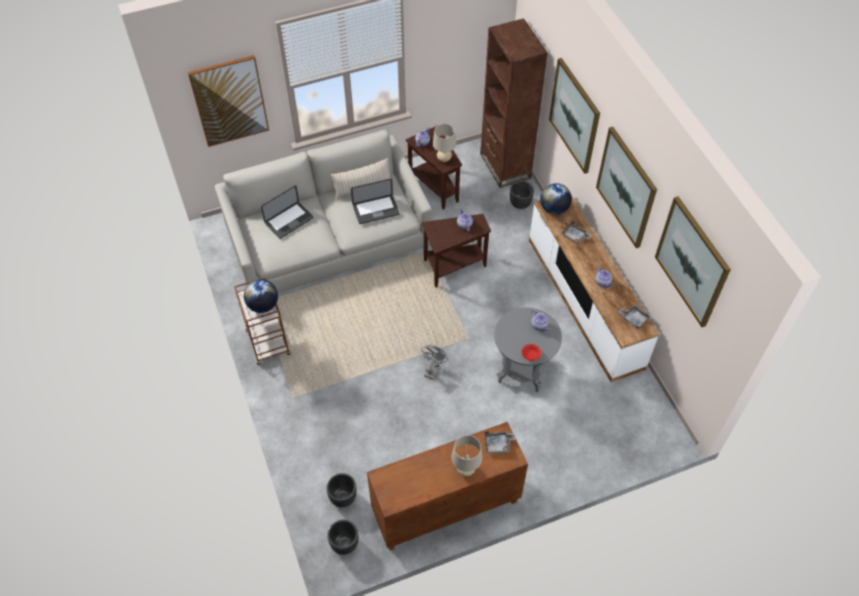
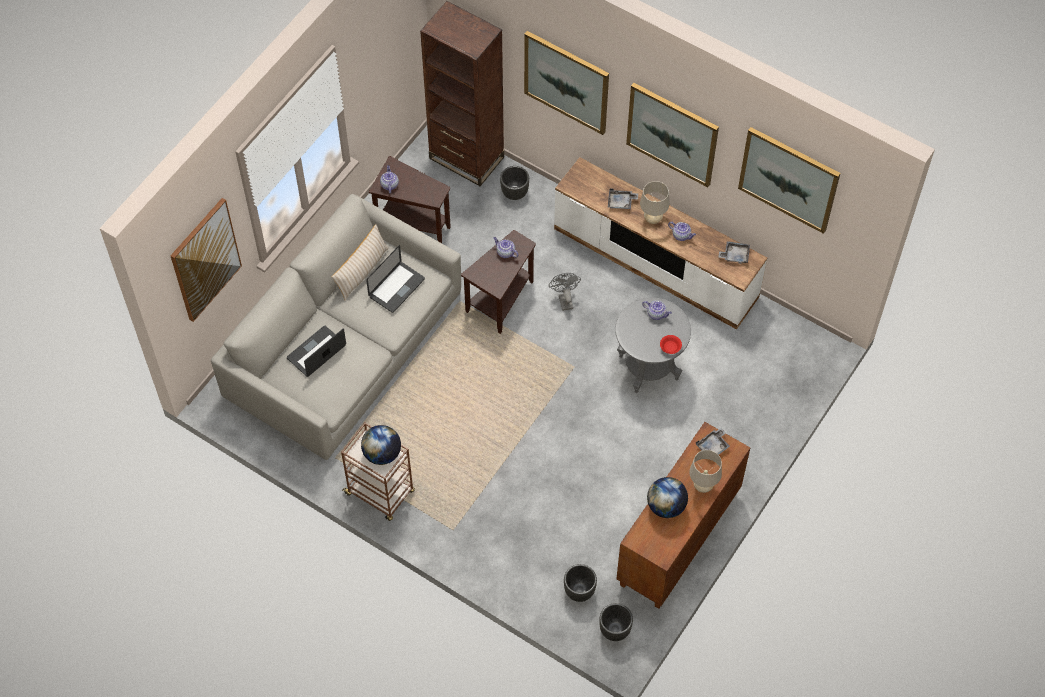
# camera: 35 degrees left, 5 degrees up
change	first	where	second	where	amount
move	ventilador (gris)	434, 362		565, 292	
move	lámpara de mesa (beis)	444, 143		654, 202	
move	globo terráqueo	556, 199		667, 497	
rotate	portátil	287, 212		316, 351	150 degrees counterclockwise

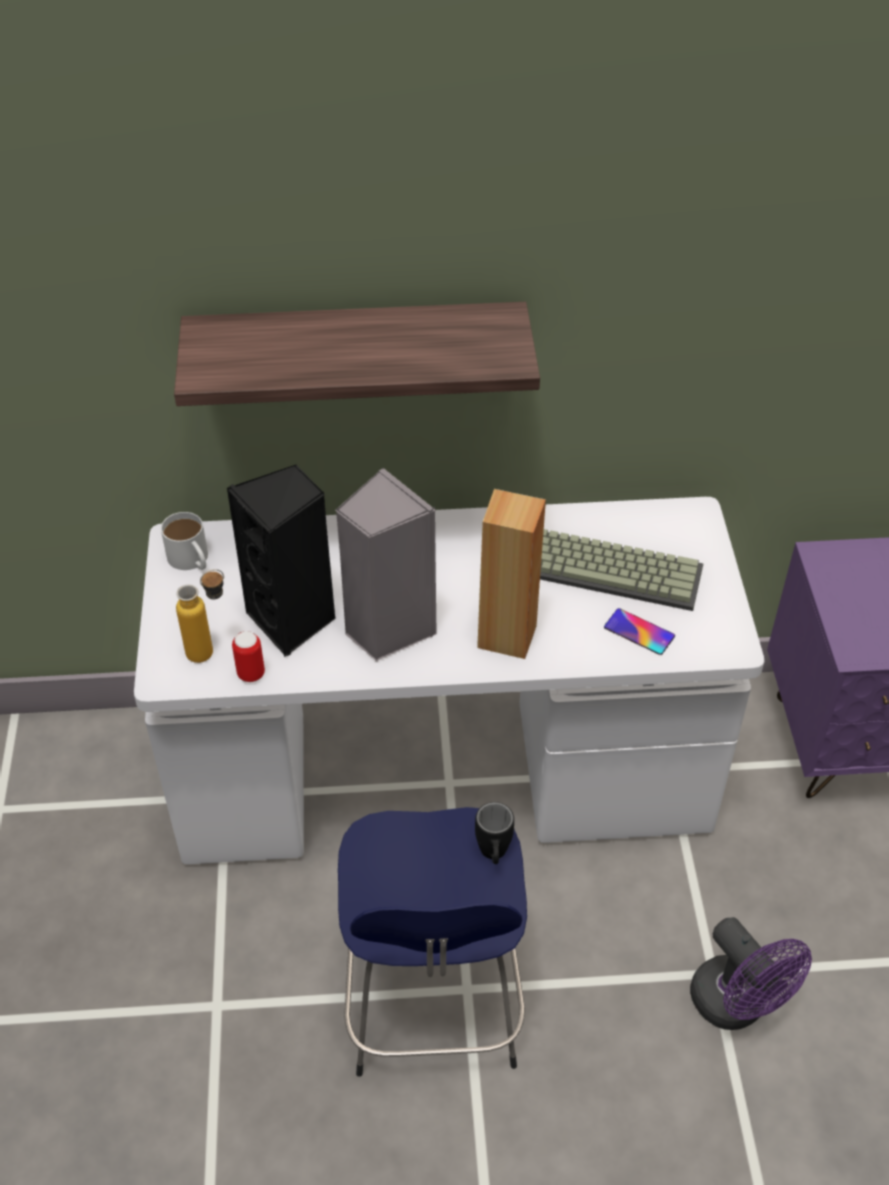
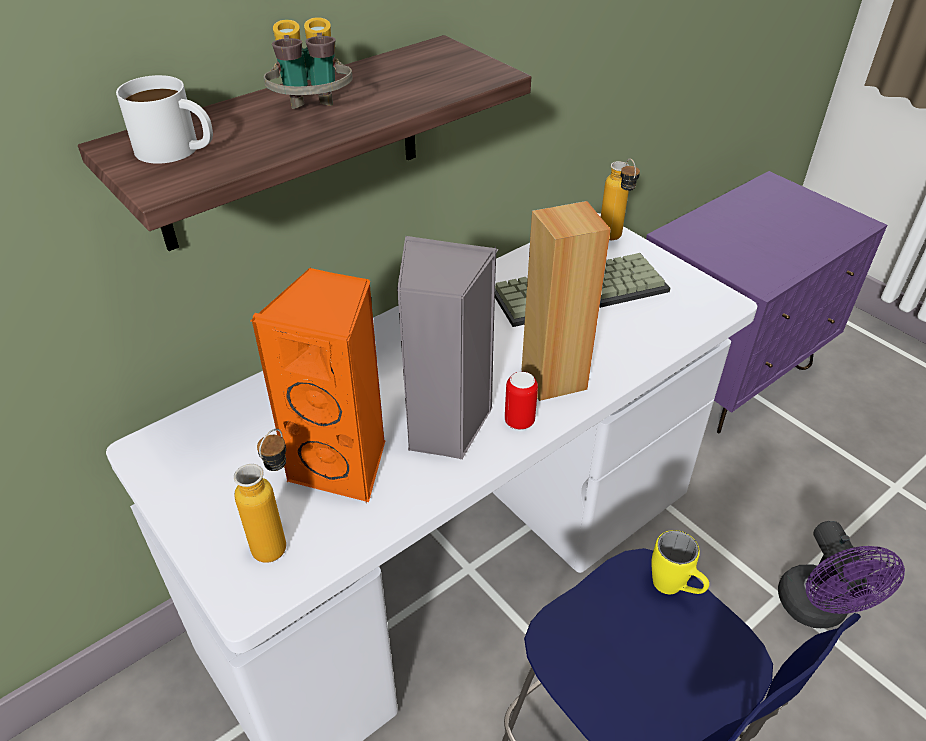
# camera: 35 degrees left, 5 degrees down
change	first	where	second	where	amount
delete	móvil	639, 631			
insert			prismáticos	308, 63	
insert			botella	620, 199	
move	taza grande (blanco)	184, 541		164, 119	
move	lata	248, 656		521, 401	
recolor	altavoz (negro)	281, 560	altavoz (naranja)	318, 384	
recolor	taza grande (negro)	494, 833	taza grande (amarillo)	680, 562	
rotate	ventilador (morado)	751, 973		841, 574	60 degrees clockwise

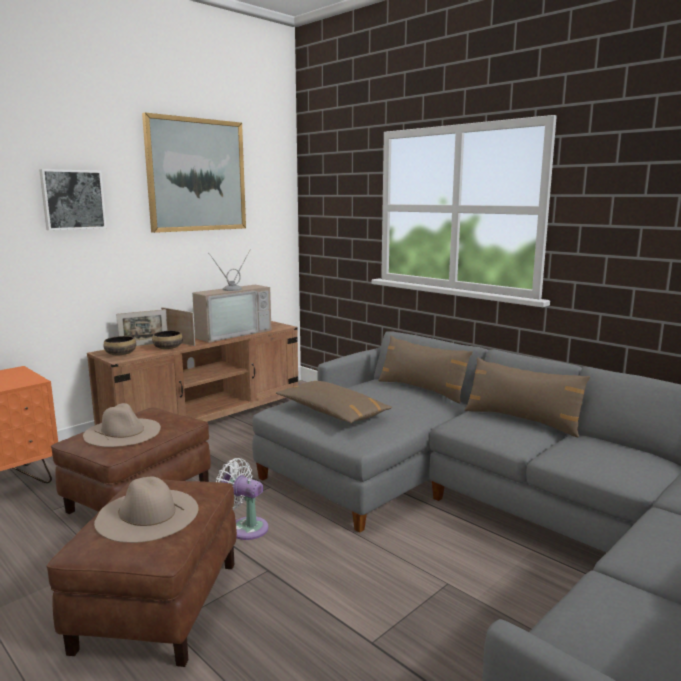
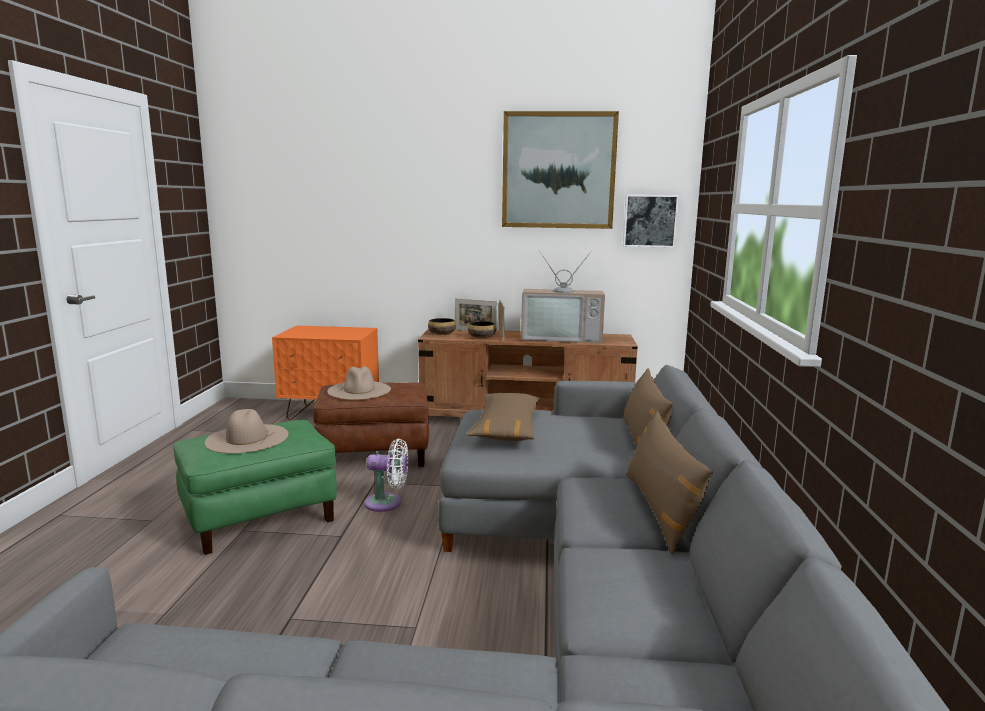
# camera: 50 degrees right, 0 degrees up
change	first	where	second	where	amount
move	cuadro	73, 199		651, 221	
recolor	puf (marrón)	141, 572	puf (verde)	255, 487	
rotate	ventilador (blanco)	242, 499		386, 475	105 degrees clockwise

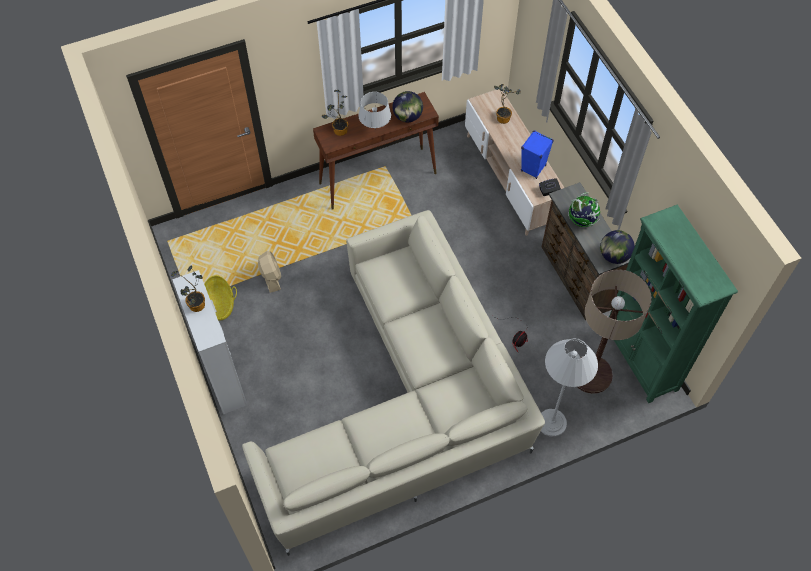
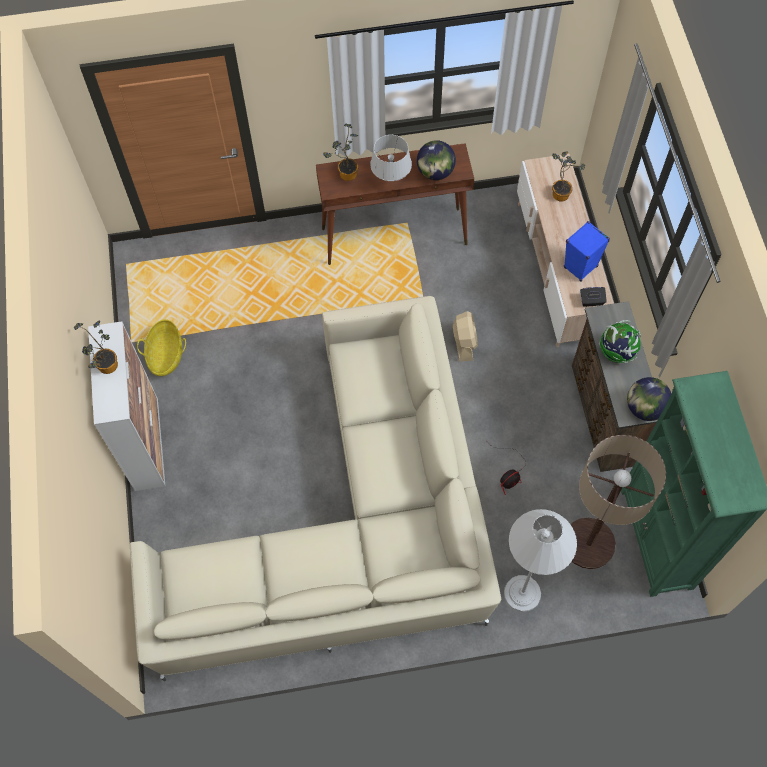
# camera: 15 degrees right, 5 degrees up
change	first	where	second	where	amount
move	ventilador (beis)	269, 272		465, 336	

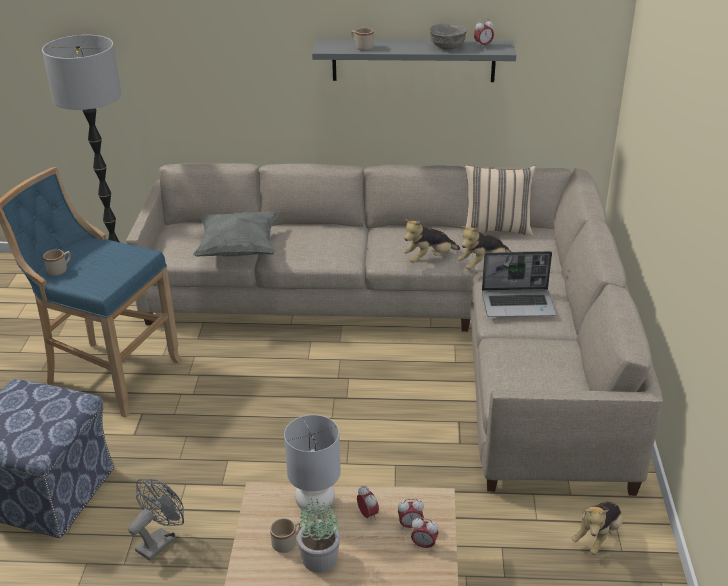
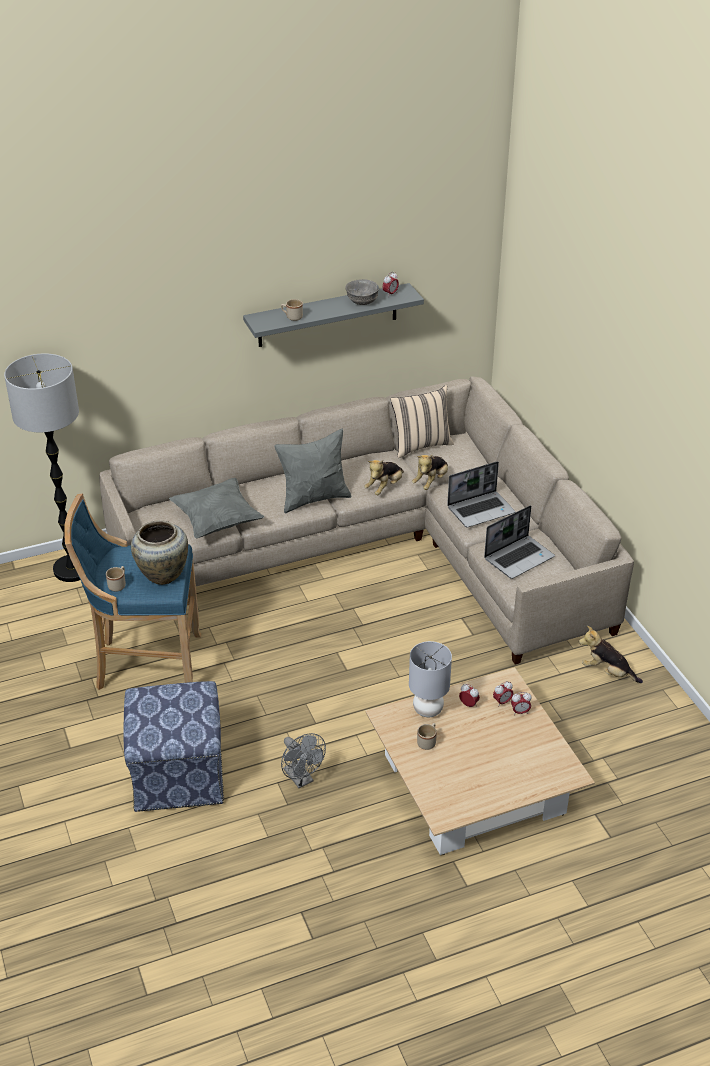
# camera: 25 degrees left, 5 degrees up
change	first	where	second	where	amount
delete	planta en maceta	318, 535			
insert			florero (beis)	159, 552	
insert			cojín (gris)	313, 471	
insert			portátil	519, 542	
rotate	ventilador (gris)	156, 520		303, 760	135 degrees clockwise
rotate	peluche	597, 528		611, 654	105 degrees clockwise

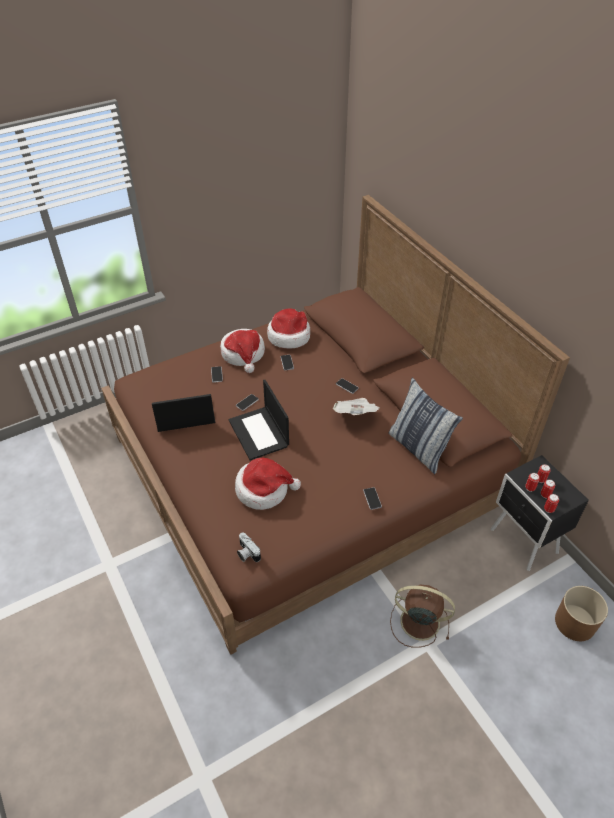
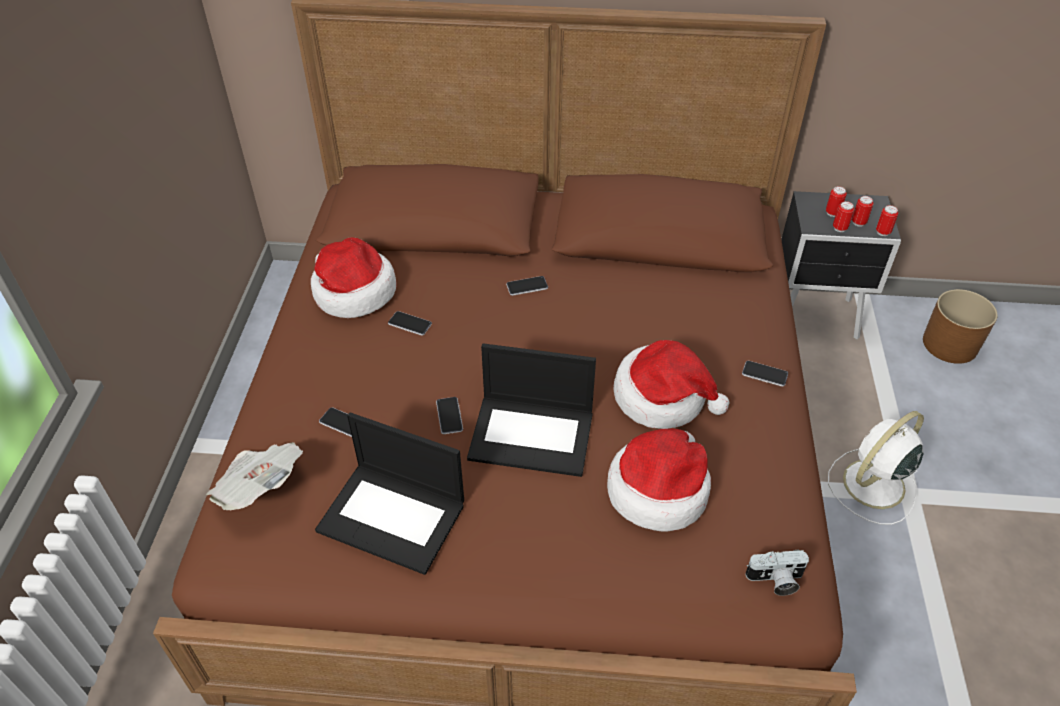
# camera: 55 degrees left, 0 degrees up
change	first	where	second	where	amount
delete	cojín	425, 426			
move	sombrero	242, 351		671, 384	
move	periódico	356, 406		254, 476	
recolor	ventilador (marrón)	422, 616	ventilador (blanco)	876, 468	
rotate	portátil	183, 413		389, 493	90 degrees counterclockwise

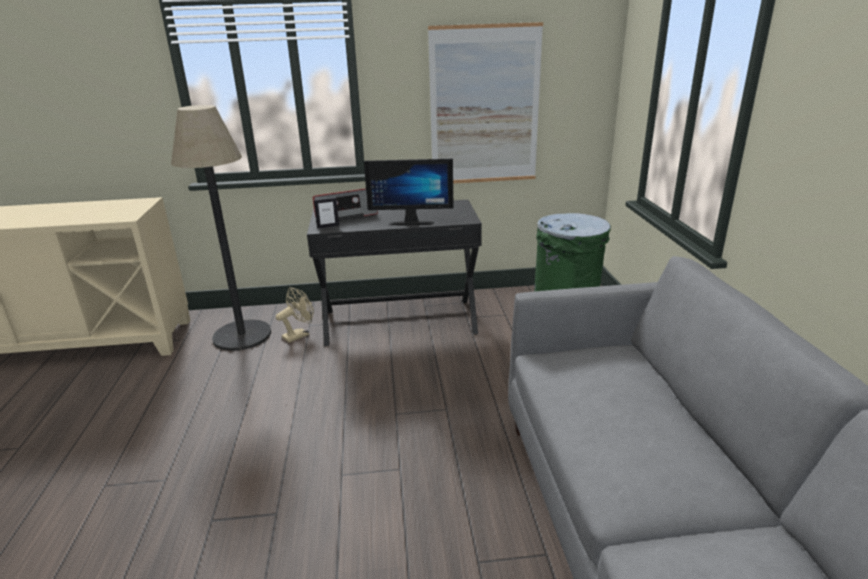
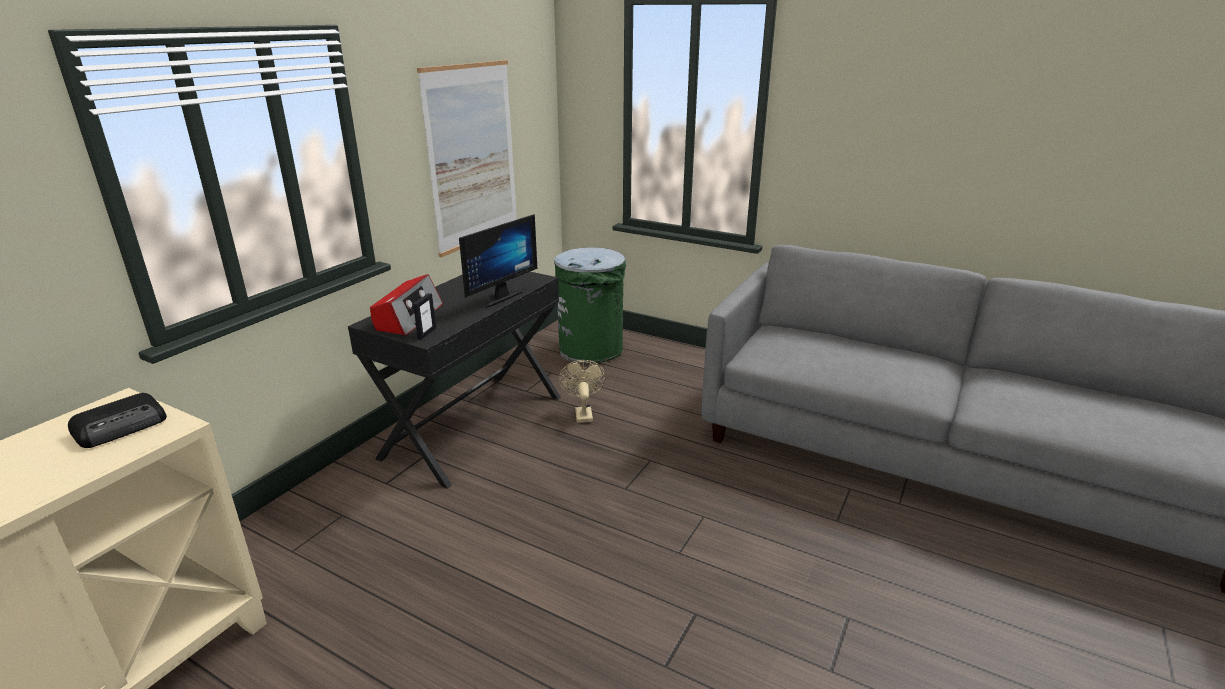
# camera: 55 degrees left, 0 degrees up
change	first	where	second	where	amount
delete	lámpara de pie	221, 228			
insert			radio	117, 420	
move	ventilador (beis)	295, 315		582, 391	

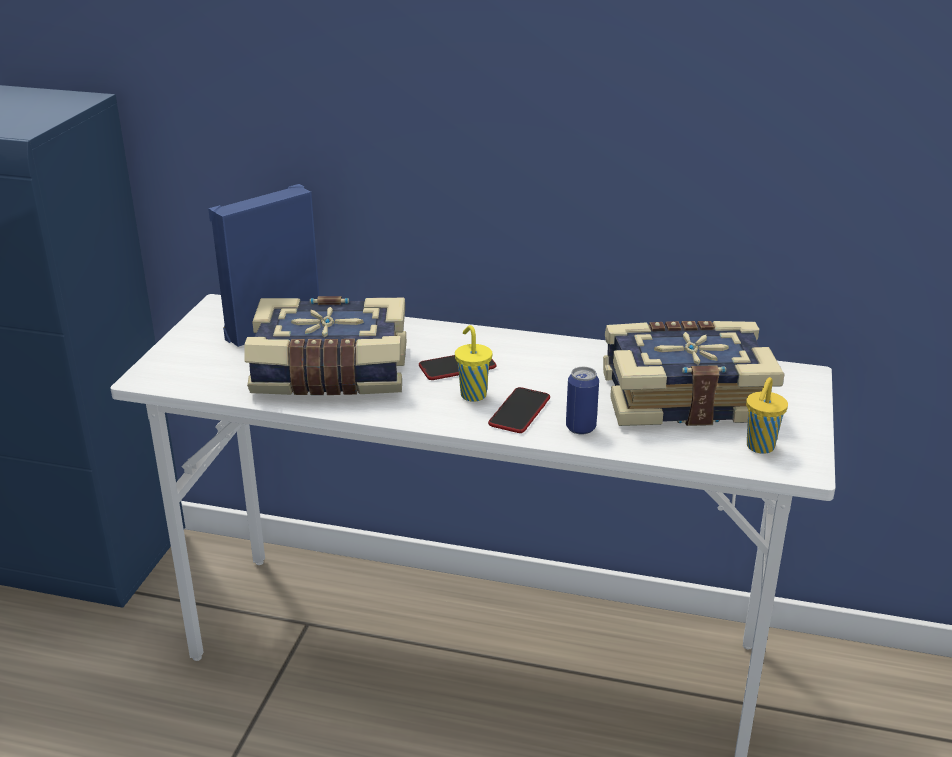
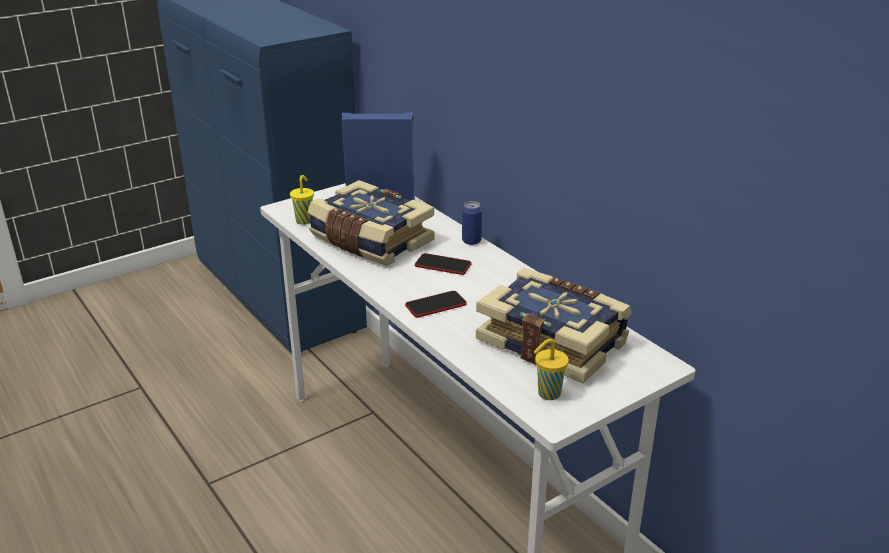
# camera: 40 degrees right, 0 degrees up
change	first	where	second	where	amount
move	taza (amarillo)	473, 363		302, 200	
move	lata	582, 401		472, 223	

